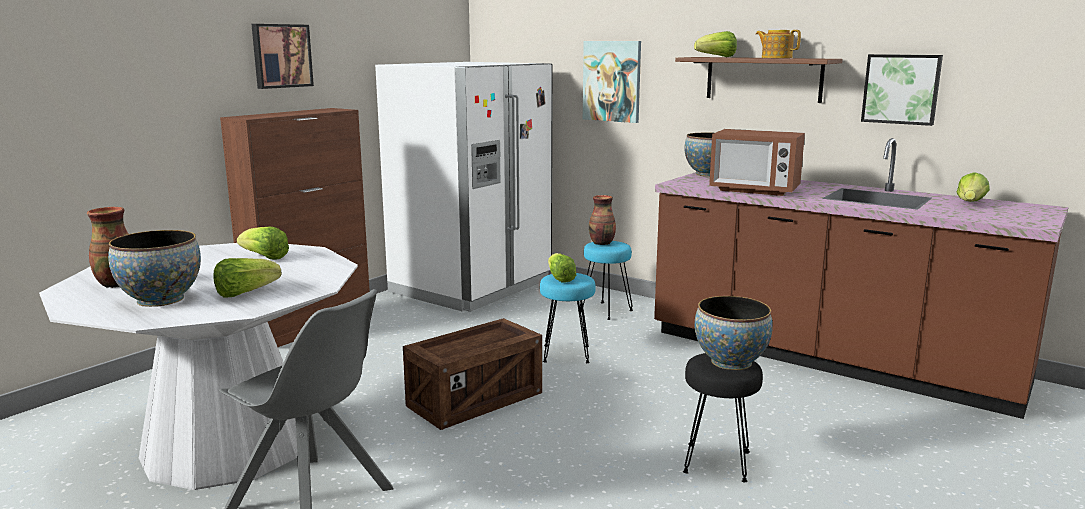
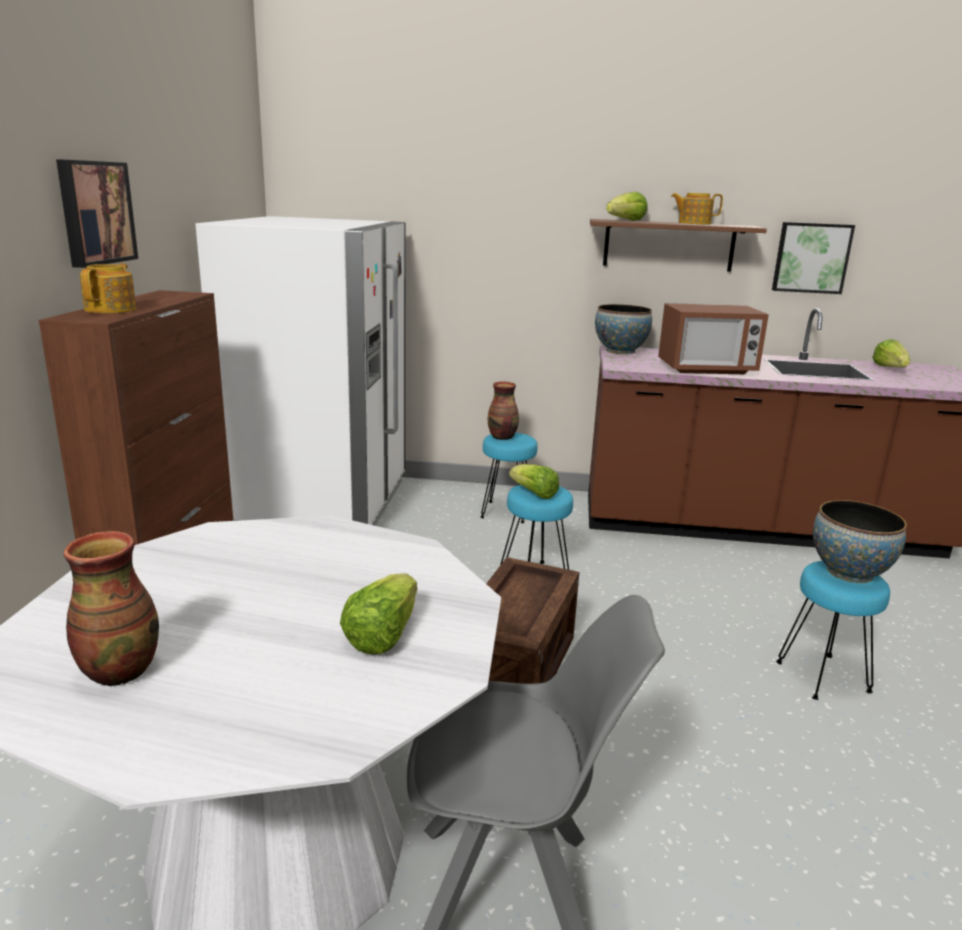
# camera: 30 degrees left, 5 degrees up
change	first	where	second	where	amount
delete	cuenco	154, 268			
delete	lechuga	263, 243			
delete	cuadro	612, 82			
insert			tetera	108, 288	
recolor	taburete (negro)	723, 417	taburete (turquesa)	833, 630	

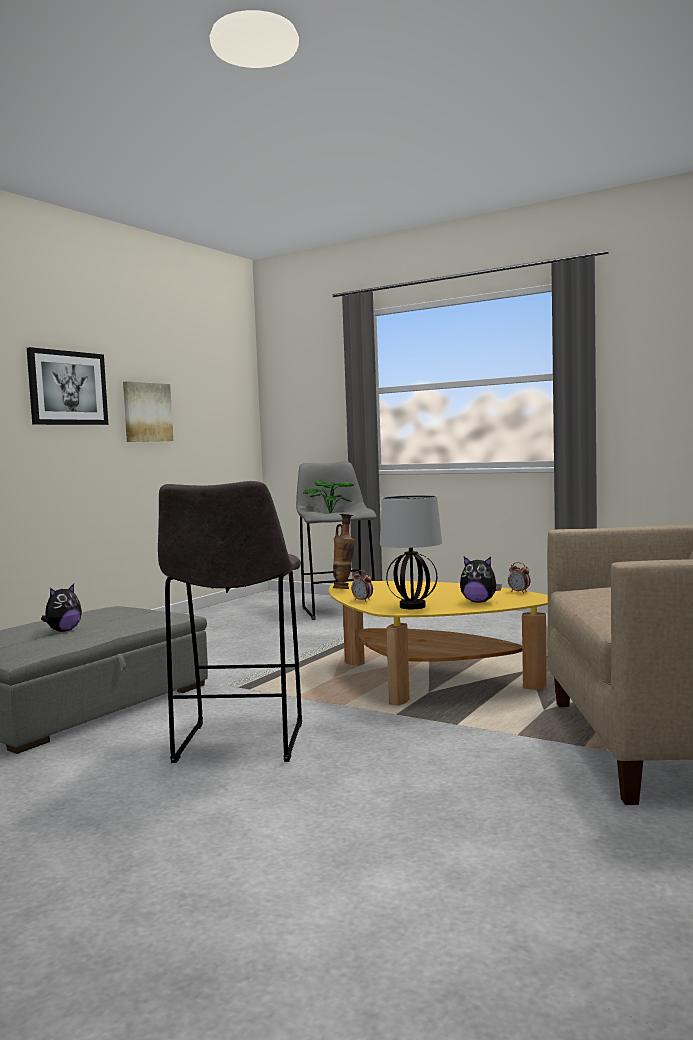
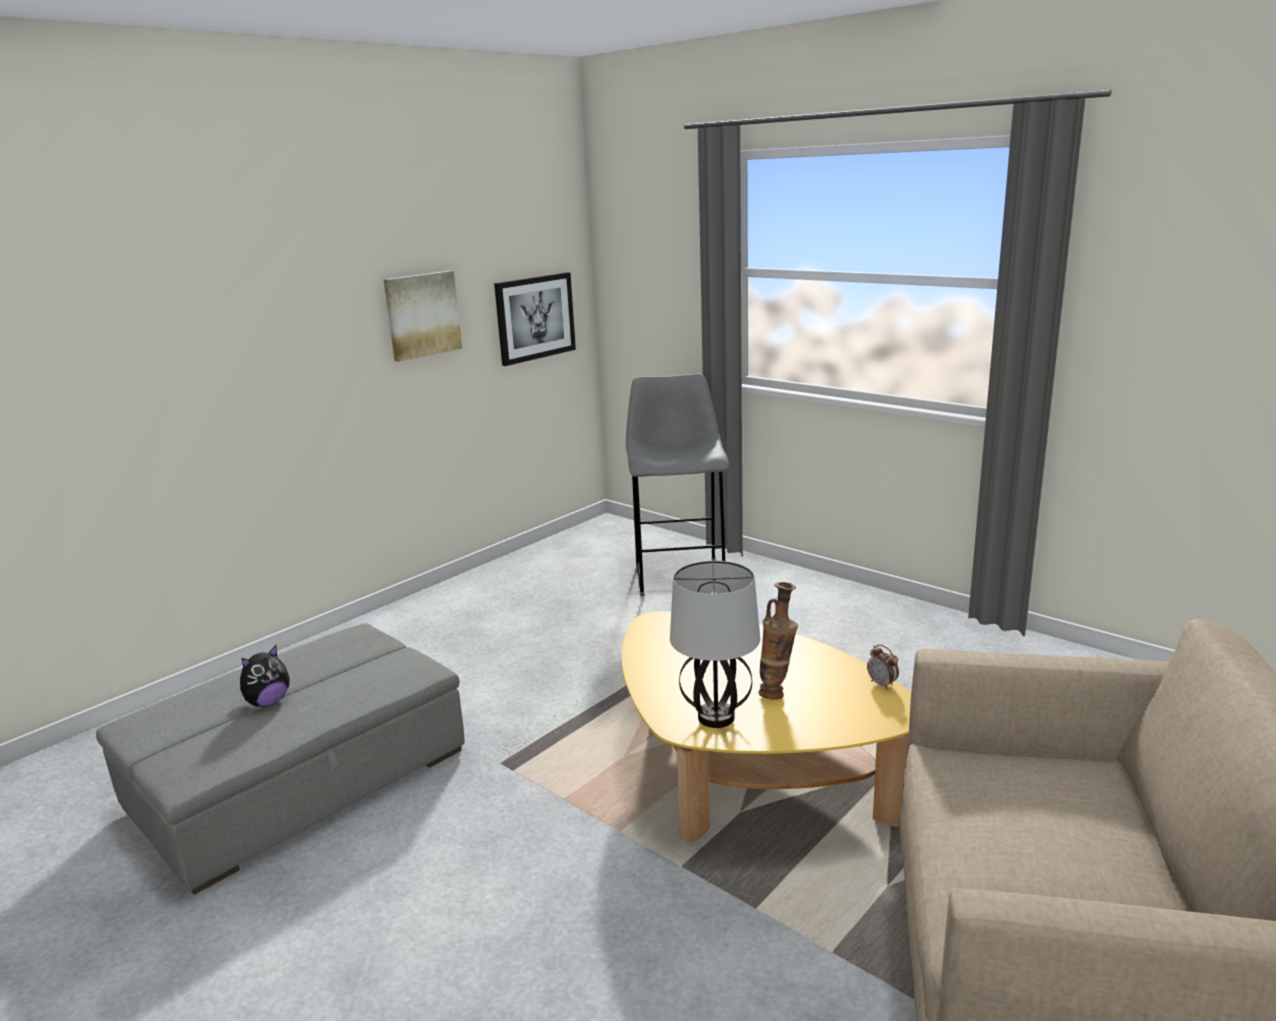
# camera: 10 degrees right, 15 degrees up
change	first	where	second	where	amount
delete	taburete (gris)	230, 622			
delete	planta en maceta	329, 496			
delete	despertador	362, 586			
delete	peluche	481, 580			
move	cuadro	67, 386		535, 319	
move	florero	344, 551		778, 641	

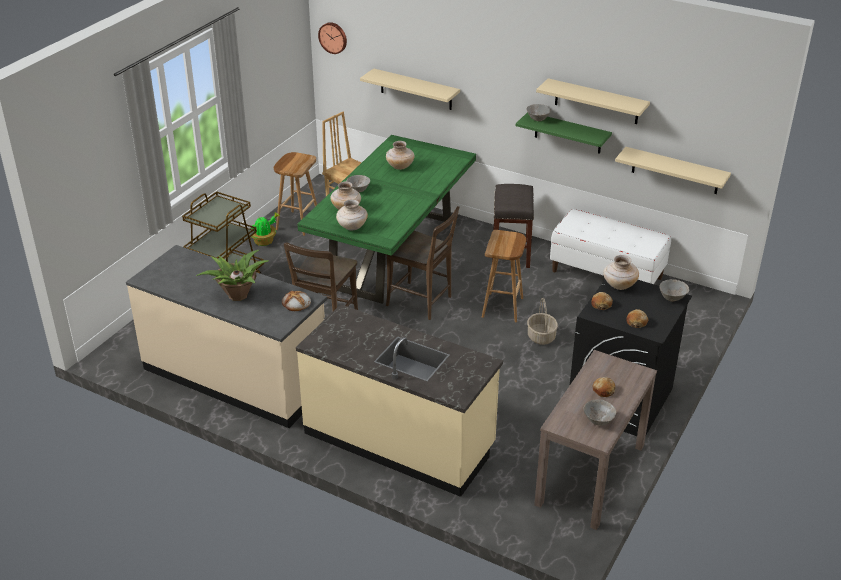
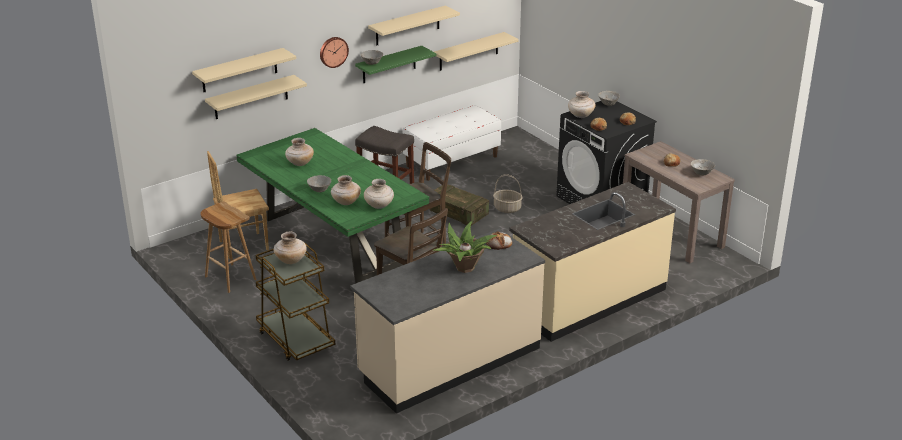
# camera: 65 degrees left, 5 degrees down
change	first	where	second	where	amount
delete	planta en maceta	265, 229			
insert			estante (beis)	244, 70	
insert			florero (beis)	290, 248	
move	reloj de pared	332, 38		334, 52	
replace	taburete (marrón)	504, 276	caja de embalaje	459, 205	

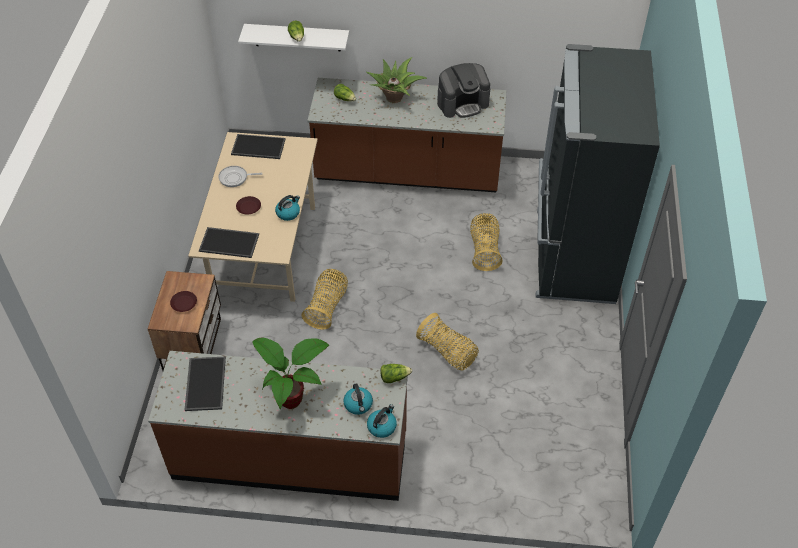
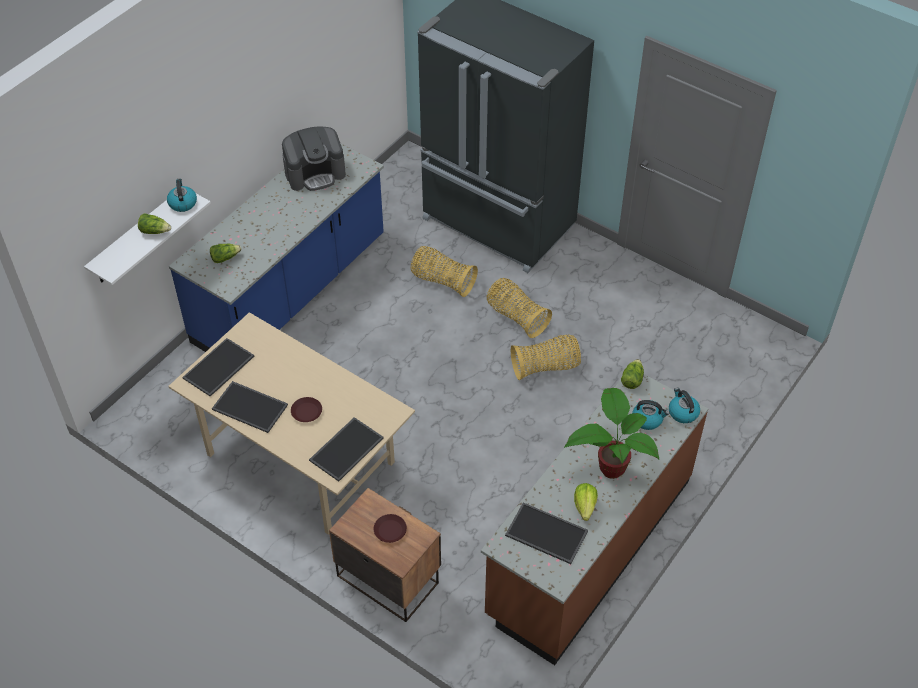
# camera: 60 degrees left, 0 degrees up
change	first	where	second	where	amount
delete	planta en maceta	396, 80			
insert			lechuga	586, 502	
move	hervidor	287, 208		182, 195	
move	cesta	324, 299		519, 308	
replace	sartén	240, 176	bandeja	250, 407	
recolor	mueble bajo de cocina (marrón)	406, 135	mueble bajo de cocina (azul)	276, 247	
rotate	cafetera	463, 90		314, 158	60 degrees clockwise

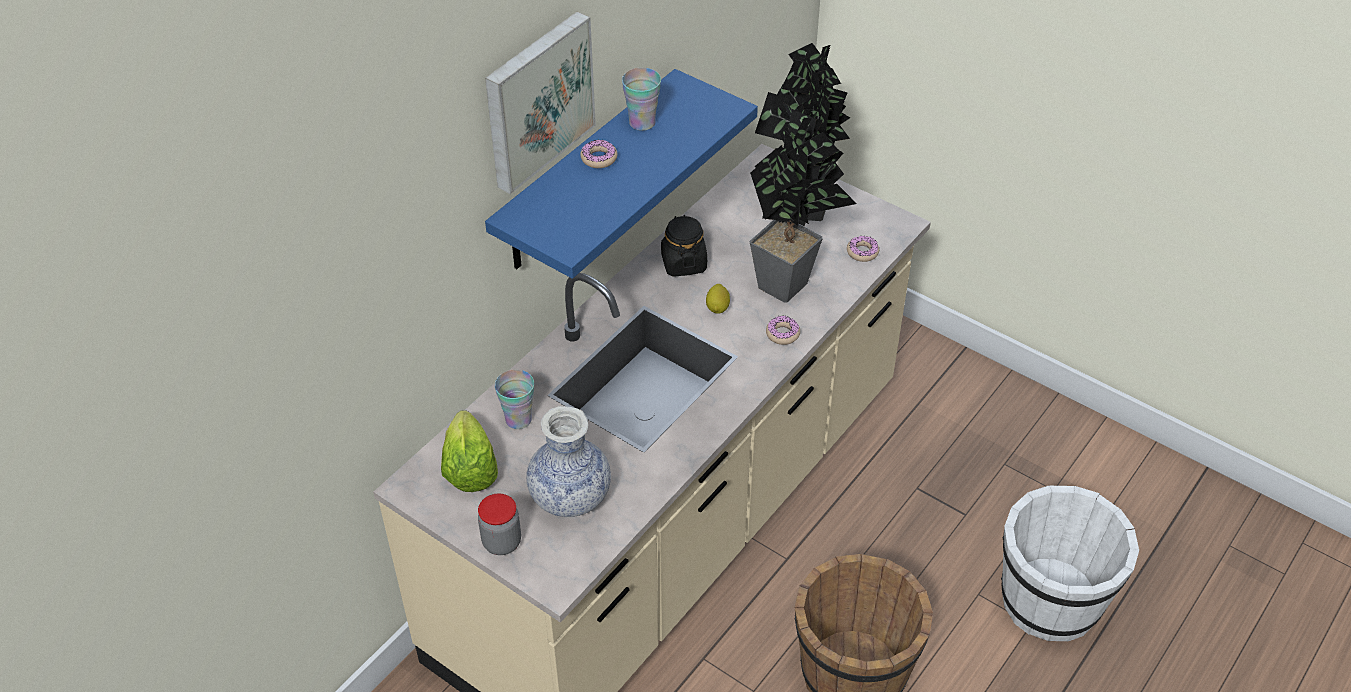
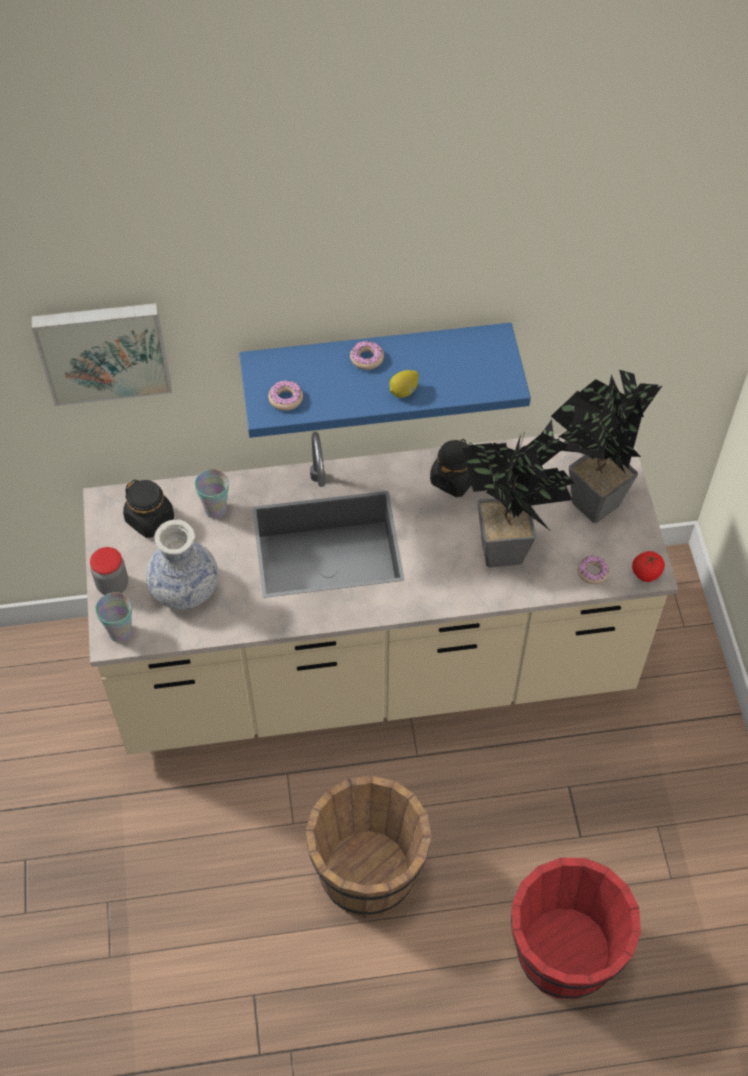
# camera: 45 degrees right, 10 degrees up
change	first	where	second	where	amount
insert			tomate	648, 566	
move	cuadro	540, 102		101, 354	
move	taza	641, 99		114, 617	
move	limón	718, 299		404, 384	
move	rosquilla	783, 330		285, 396	
replace	lechuga	469, 451	tarro (negro)	148, 509	
recolor	cubo (blanco)	1070, 563	cubo (rojo)	576, 928	

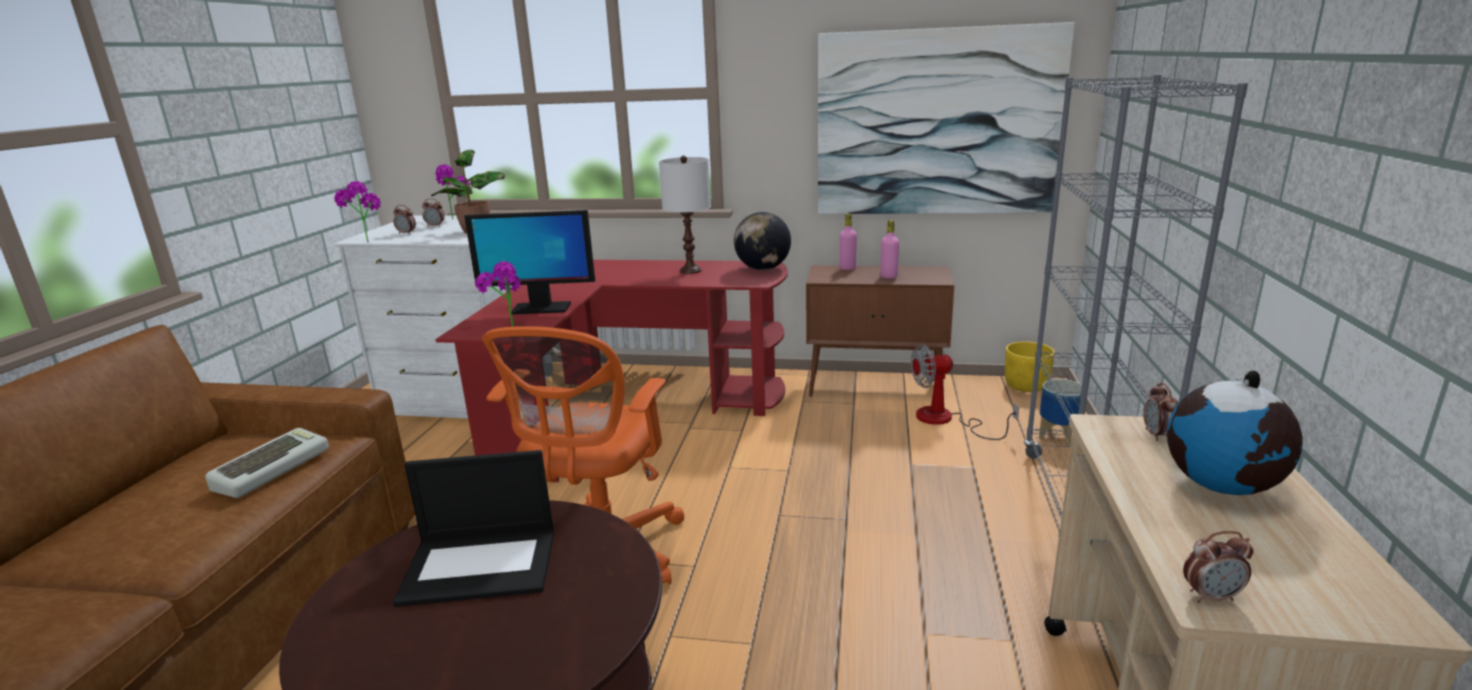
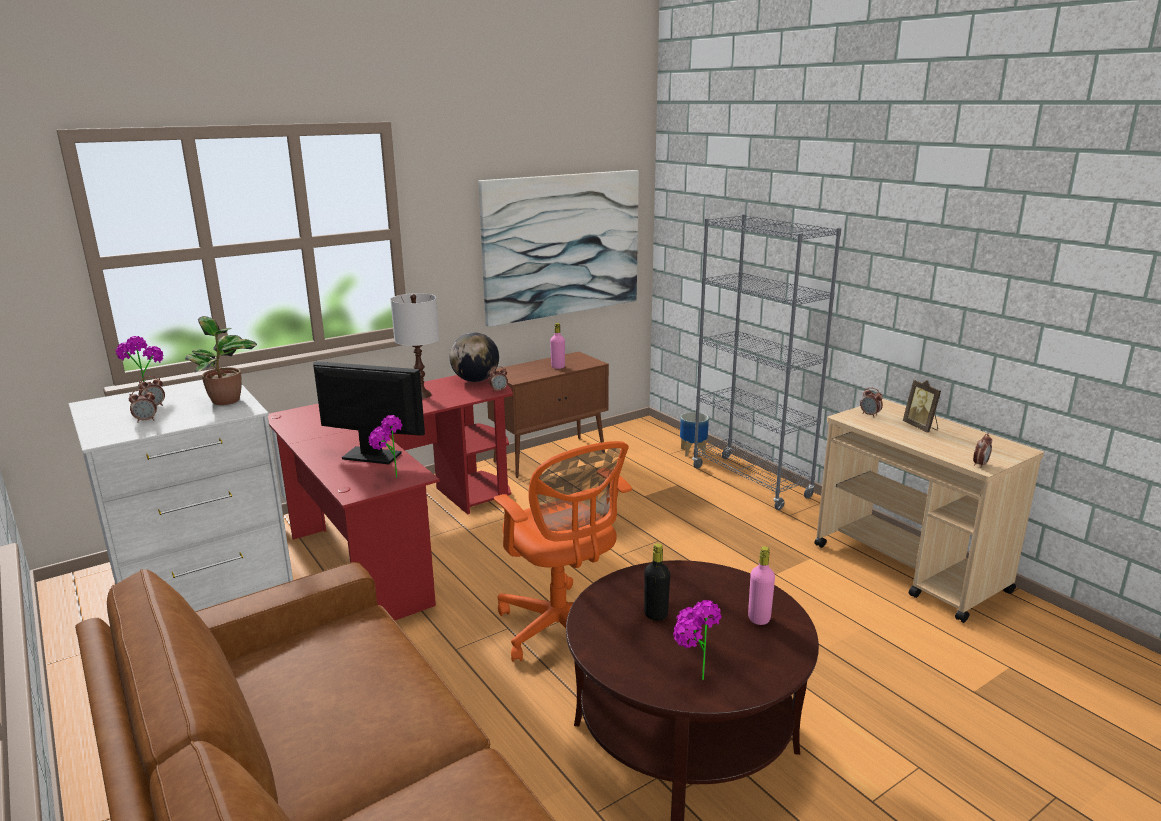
# camera: 45 degrees left, 0 degrees up
change	first	where	second	where	amount
delete	teclado	267, 463			
delete	ventilador	965, 392			
delete	maceta (amarillo)	1030, 366			
insert			despertador	498, 378	
move	planta en maceta	357, 212		697, 640	
move	botella (rosa)	848, 242		761, 585	
replace	portátil	473, 528	botella (negro)	657, 582	
replace	globo terráqueo	1235, 432	portarretratos	922, 406	
rotate	monitor	529, 262		369, 412	120 degrees counterclockwise

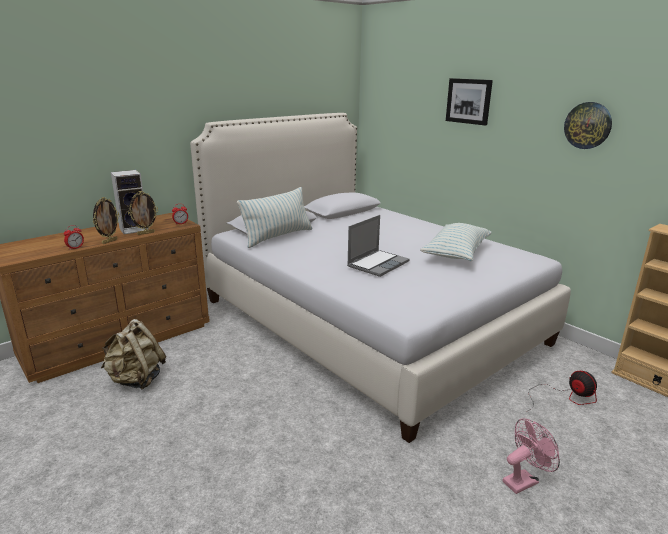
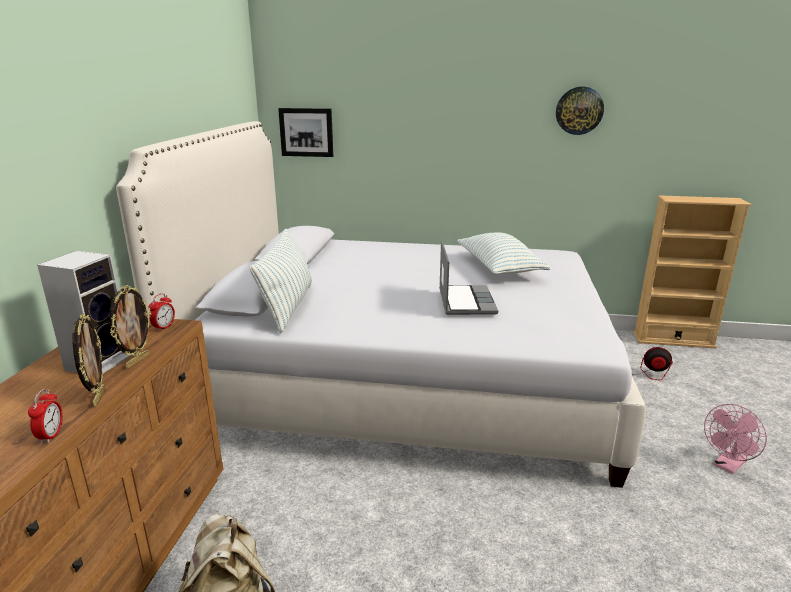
# camera: 40 degrees left, 0 degrees up
change	first	where	second	where	amount
move	cuadro	469, 101		305, 132	
rotate	ventilador (rosa)	531, 456		735, 439	150 degrees counterclockwise

